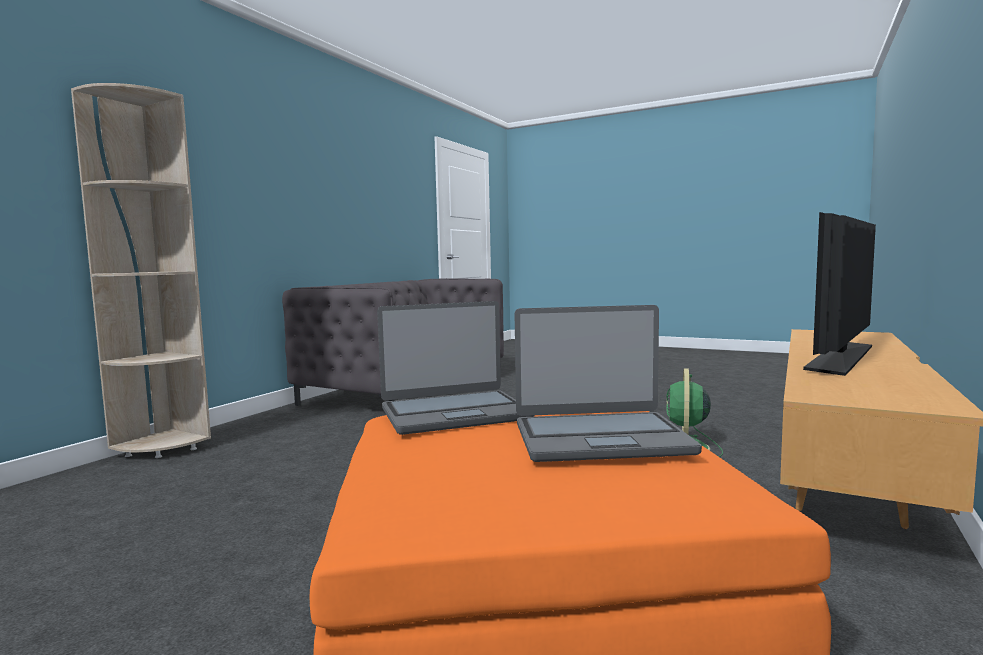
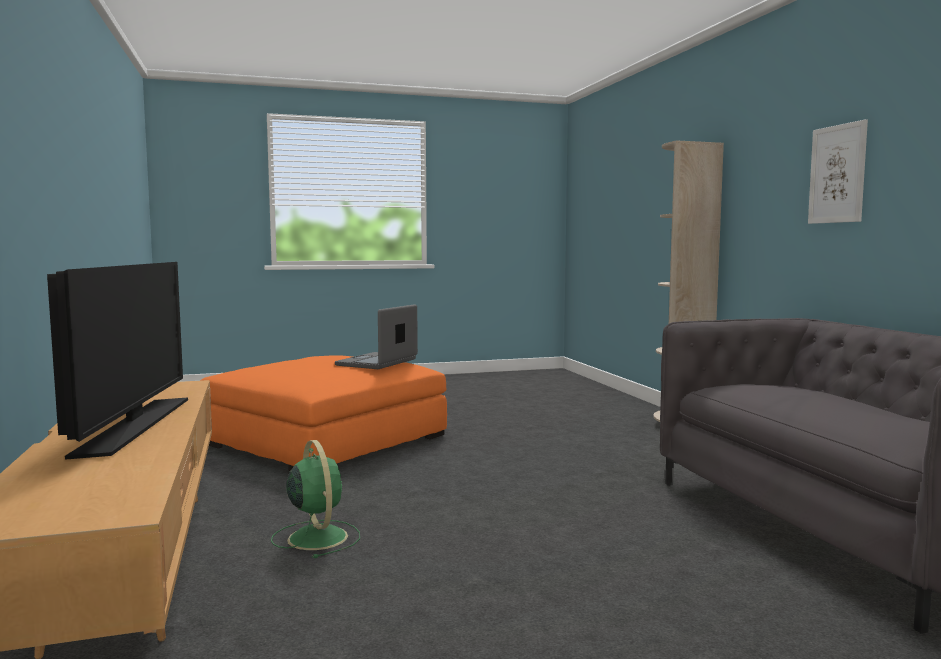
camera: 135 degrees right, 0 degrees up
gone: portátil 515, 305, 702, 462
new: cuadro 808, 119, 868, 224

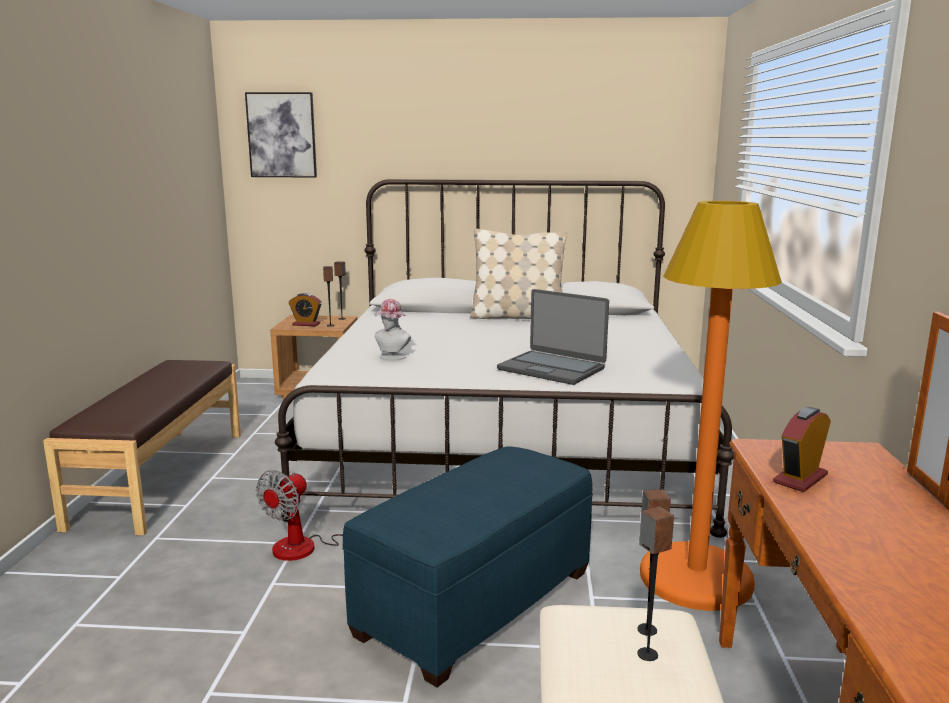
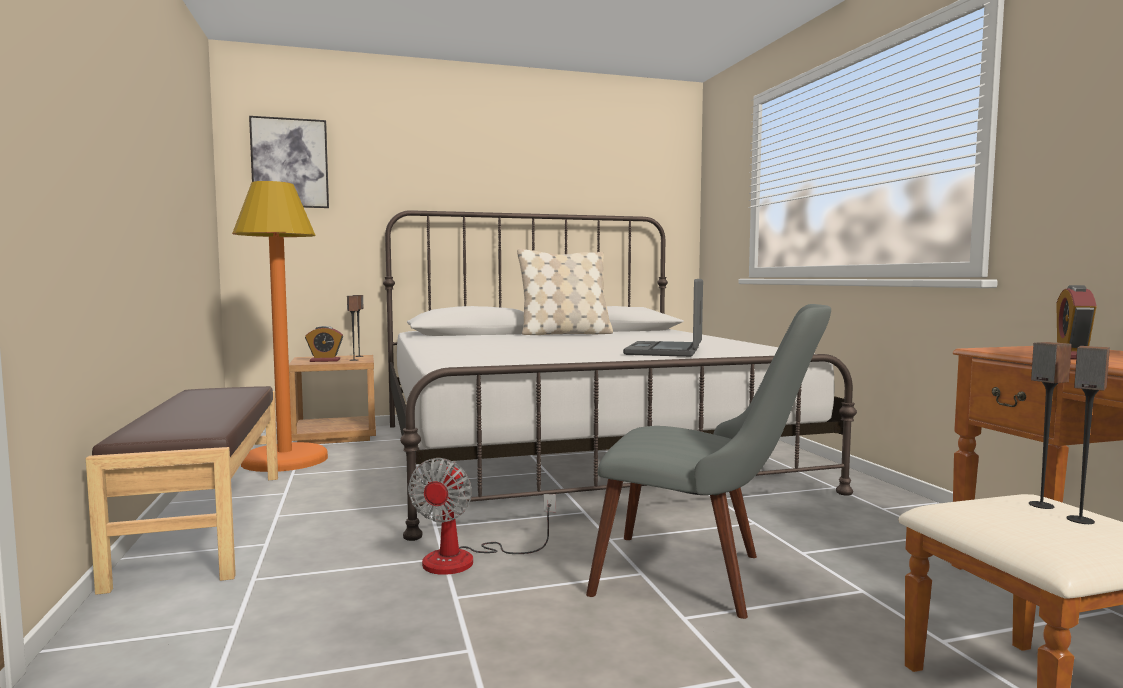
camera: 20 degrees left, 10 degrees down
gone: sombrero 375, 299, 411, 360
shifted: lámpara de pie [naranja] 640, 201, 782, 611 to 232, 181, 328, 472
swapped: puf [azul] 342, 446, 593, 687 to silla [gris] 586, 304, 831, 619
rotated: portátil 497, 289, 609, 385 = 623, 279, 703, 357 90 degrees clockwise

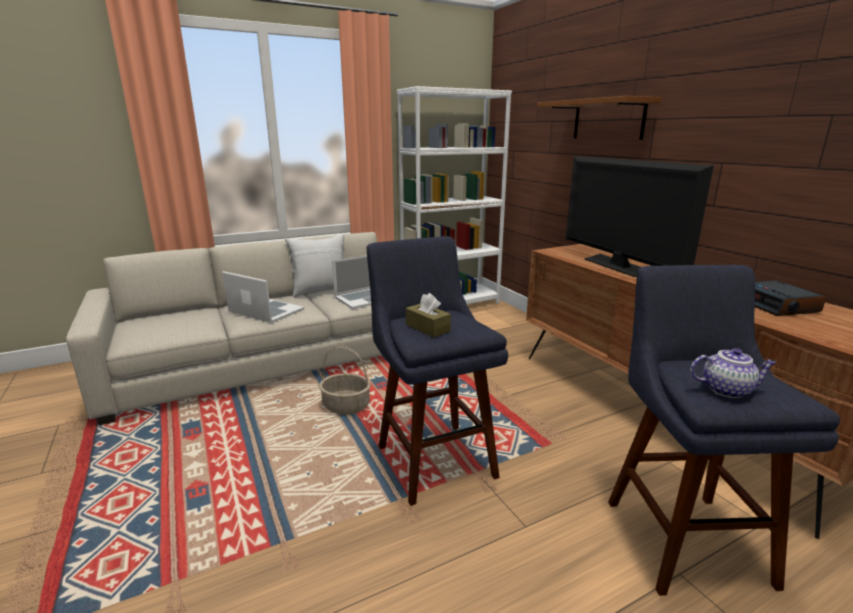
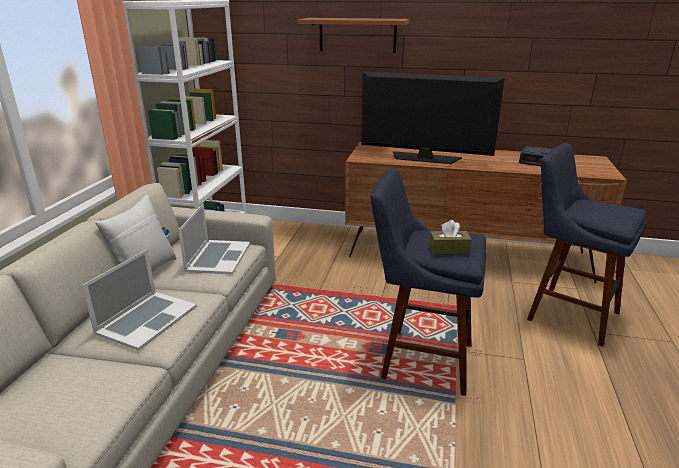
camera: 50 degrees left, 5 degrees up
gone: cesta 319, 345, 371, 415; tetera 690, 348, 777, 398
rotated: portátil 222, 271, 304, 323 = 82, 249, 197, 351 135 degrees clockwise

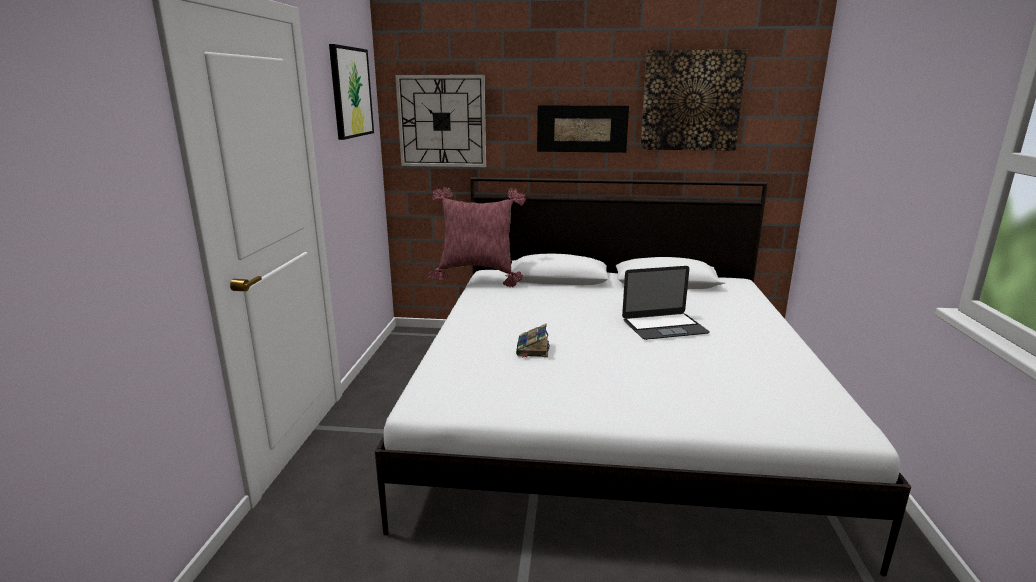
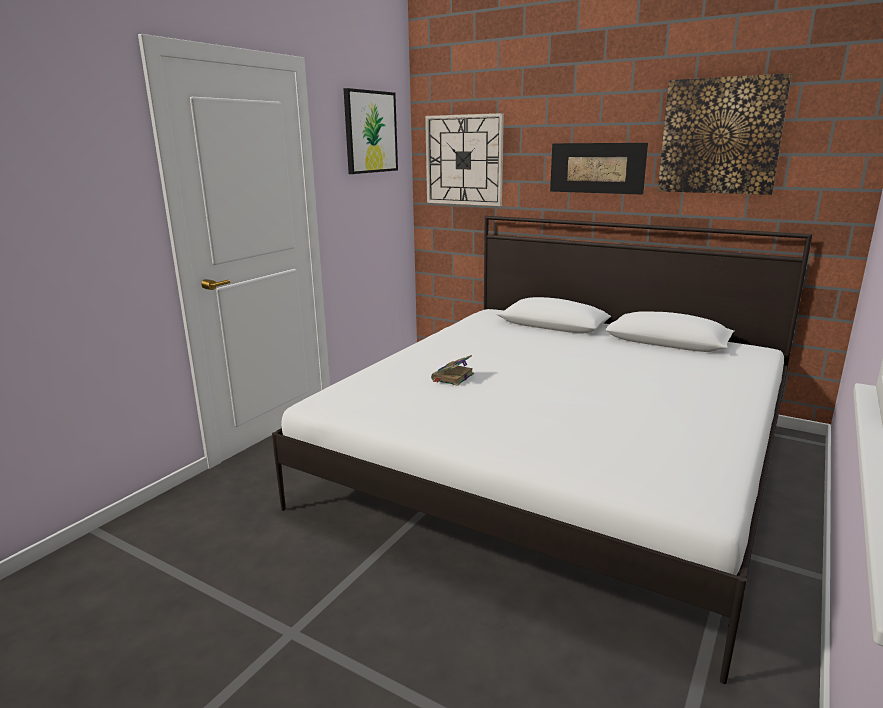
camera: 25 degrees right, 0 degrees up
gone: cojín [rojo] 427, 187, 526, 288; portátil 622, 266, 709, 340

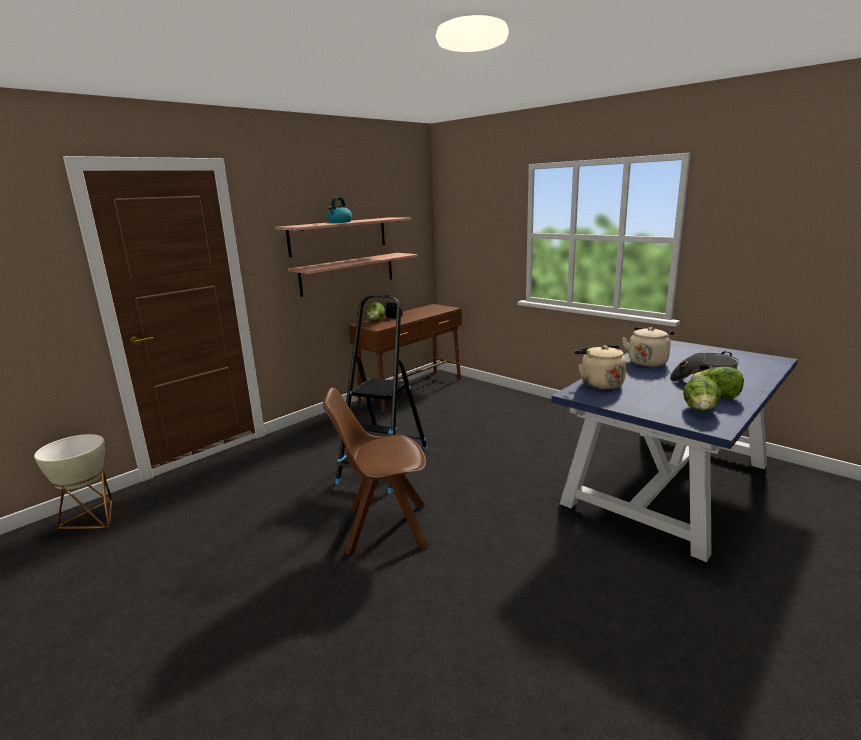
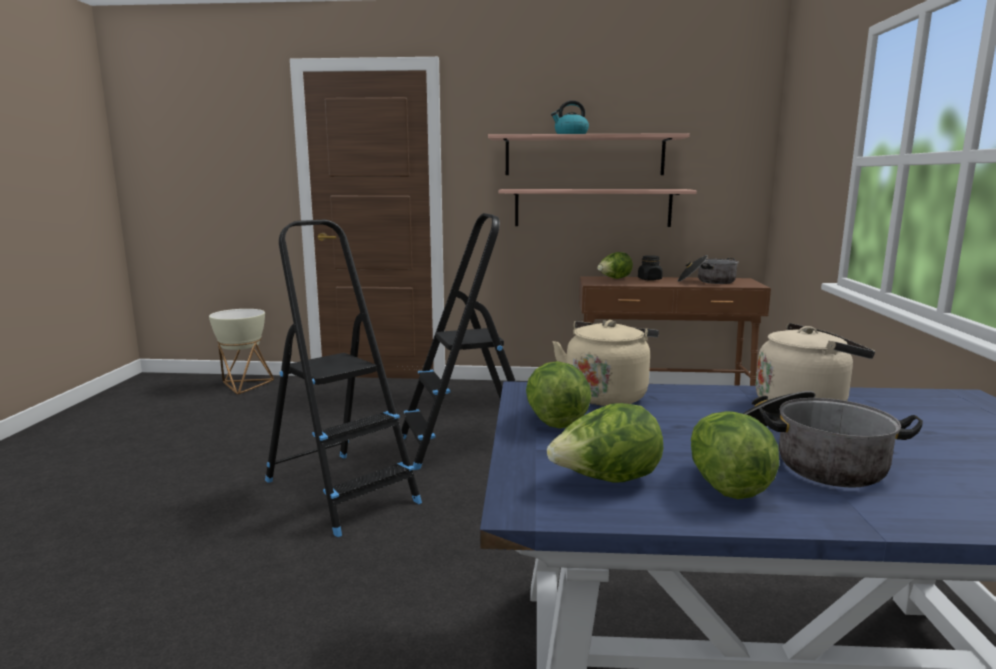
camera: 50 degrees right, 5 degrees down
new: olla 678, 255, 739, 284; lechuga 526, 361, 591, 429
swapped: silla [marrón] 323, 388, 429, 555 to escalera de tijera [negro] 265, 220, 422, 537

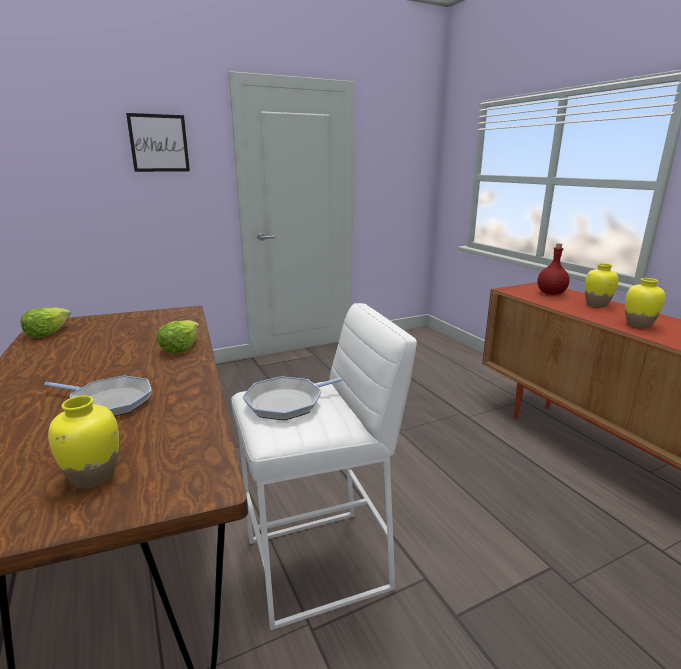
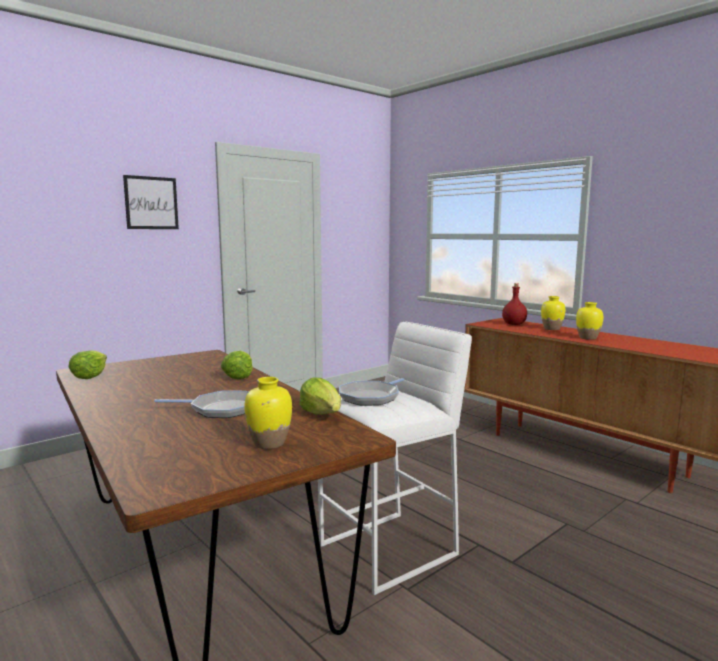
camera: 15 degrees left, 10 degrees down
new: lechuga 299, 377, 341, 415

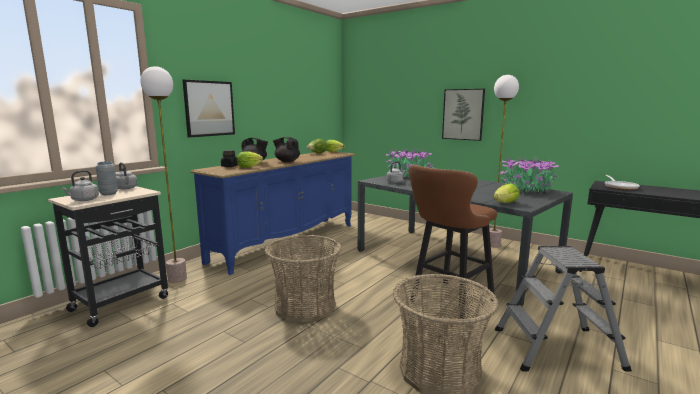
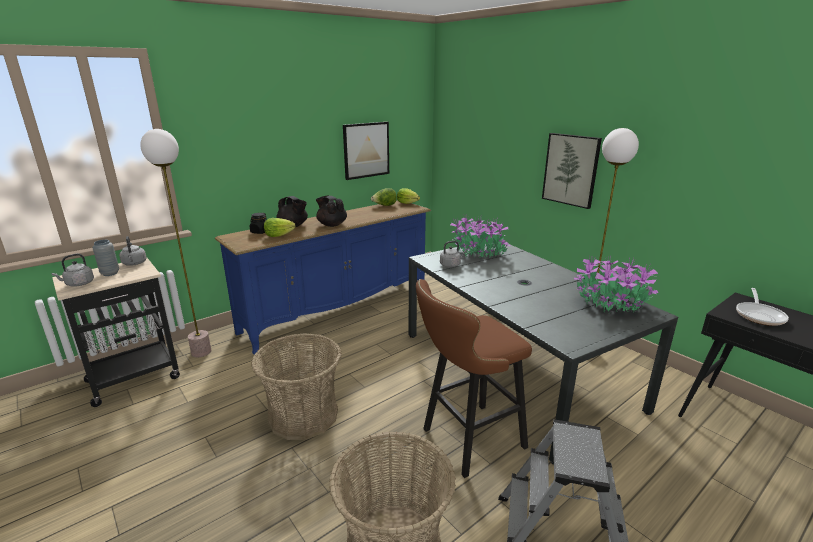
camera: 15 degrees right, 10 degrees up
gone: lechuga 494, 183, 520, 203
shifted: cuadro 183, 80, 235, 138 to 343, 122, 389, 180

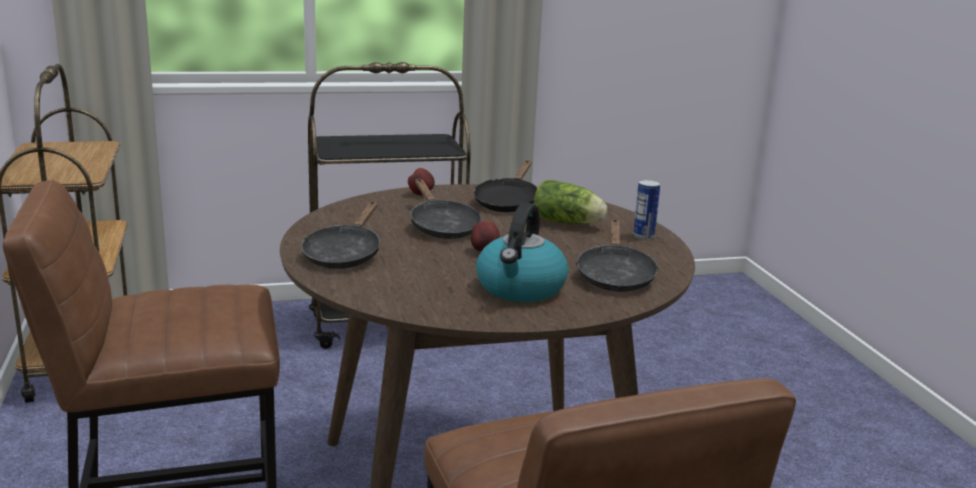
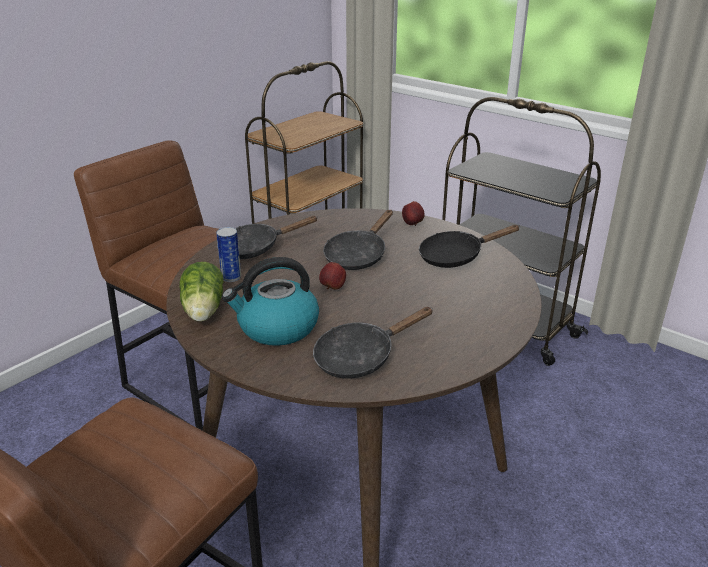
camera: 55 degrees right, 10 degrees up
shifted: lechuga 534, 180, 607, 224 to 179, 262, 223, 322; lata 633, 180, 660, 240 to 216, 227, 241, 282

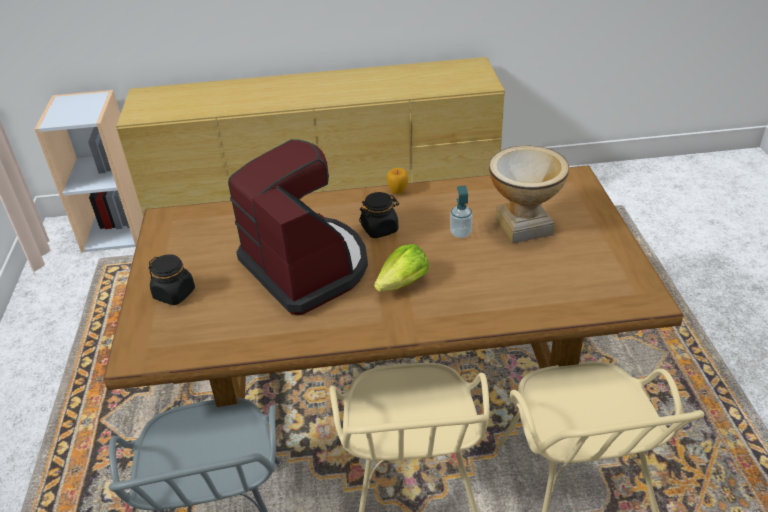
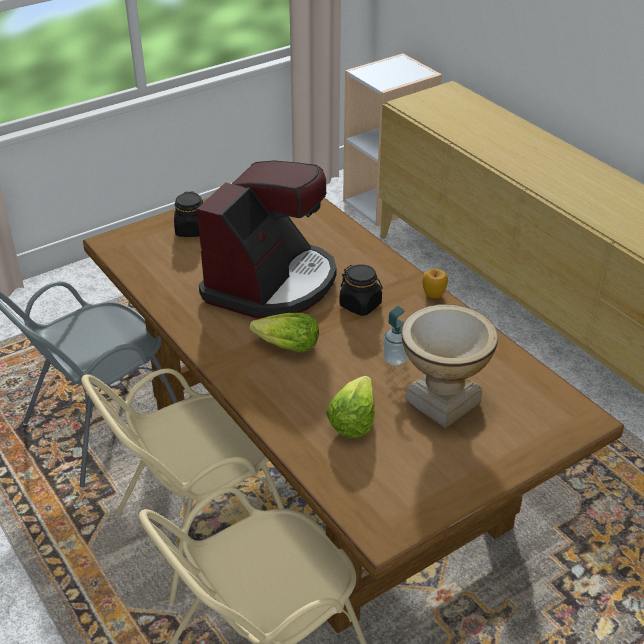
camera: 60 degrees right, 0 degrees up
new: lechuga 326, 376, 375, 438

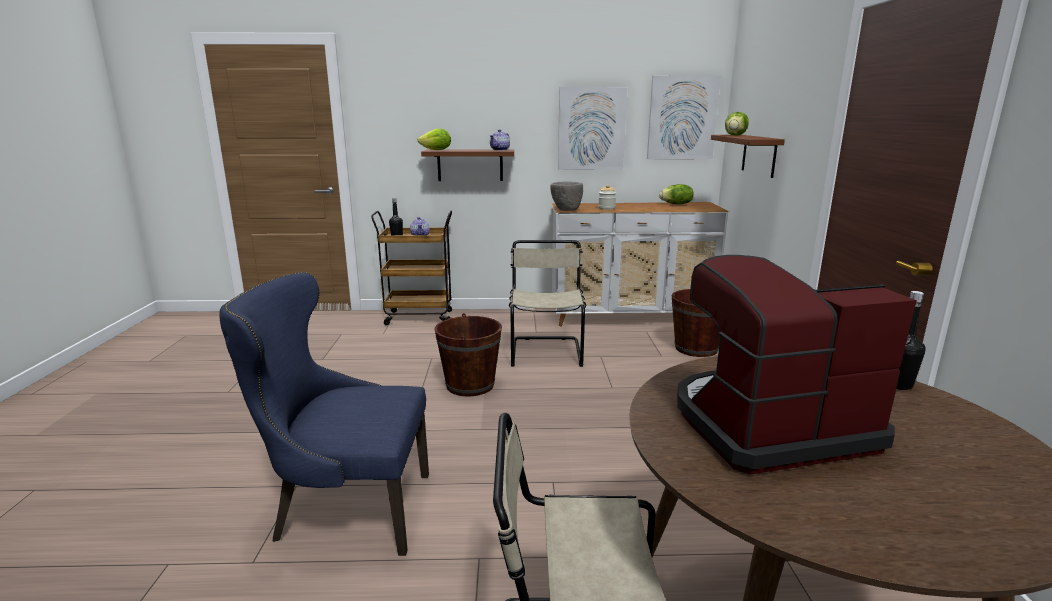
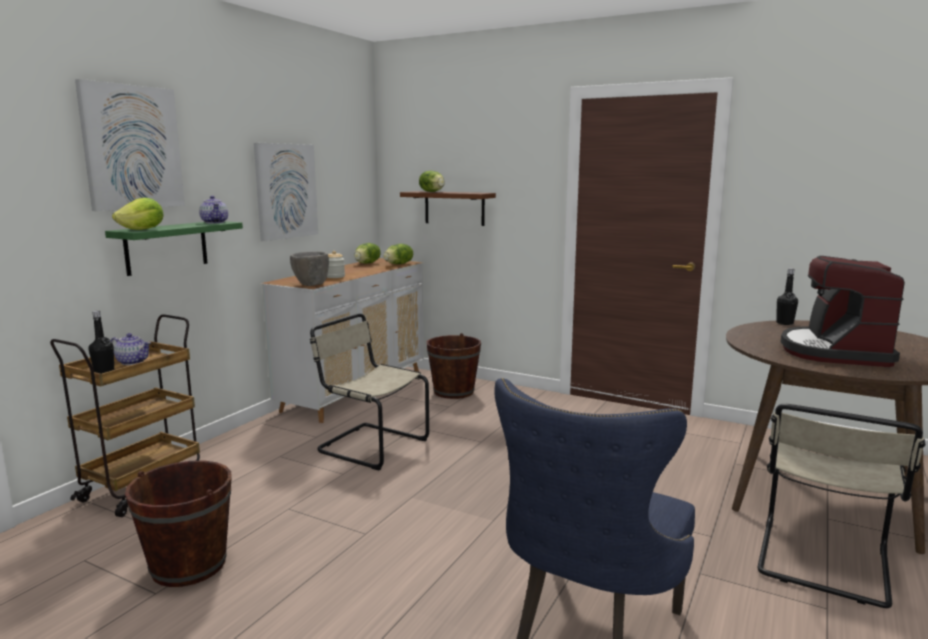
camera: 60 degrees left, 5 degrees down
new: lechuga 383, 244, 413, 264
shifted: cuadro 647, 76, 721, 159 to 75, 79, 185, 211; cubo [marrón] 434, 313, 502, 397 to 125, 461, 232, 587
repainted: estante [marrón] 421, 149, 514, 181 to estante [verde] 105, 221, 243, 276

